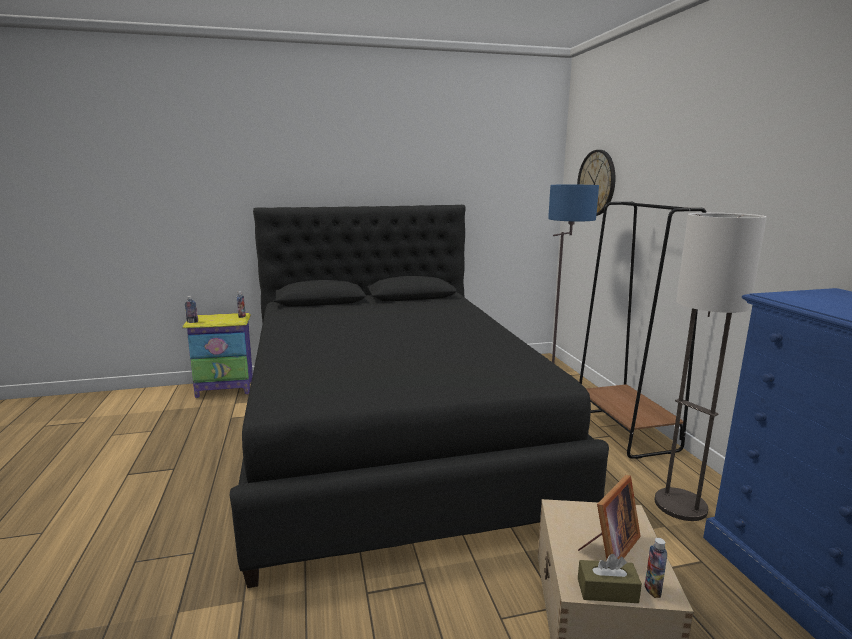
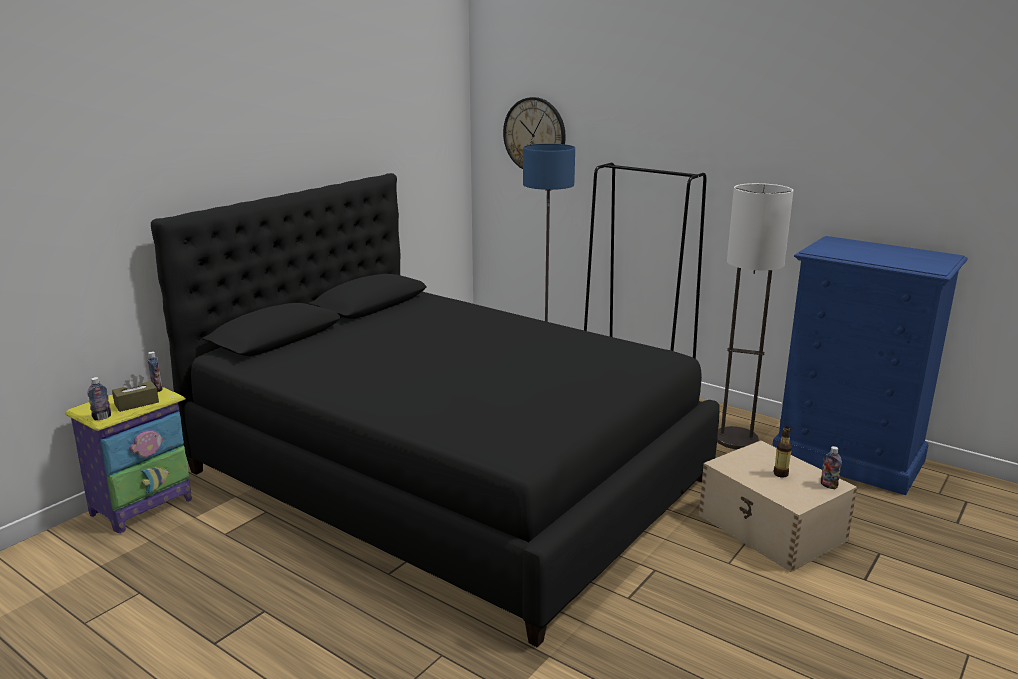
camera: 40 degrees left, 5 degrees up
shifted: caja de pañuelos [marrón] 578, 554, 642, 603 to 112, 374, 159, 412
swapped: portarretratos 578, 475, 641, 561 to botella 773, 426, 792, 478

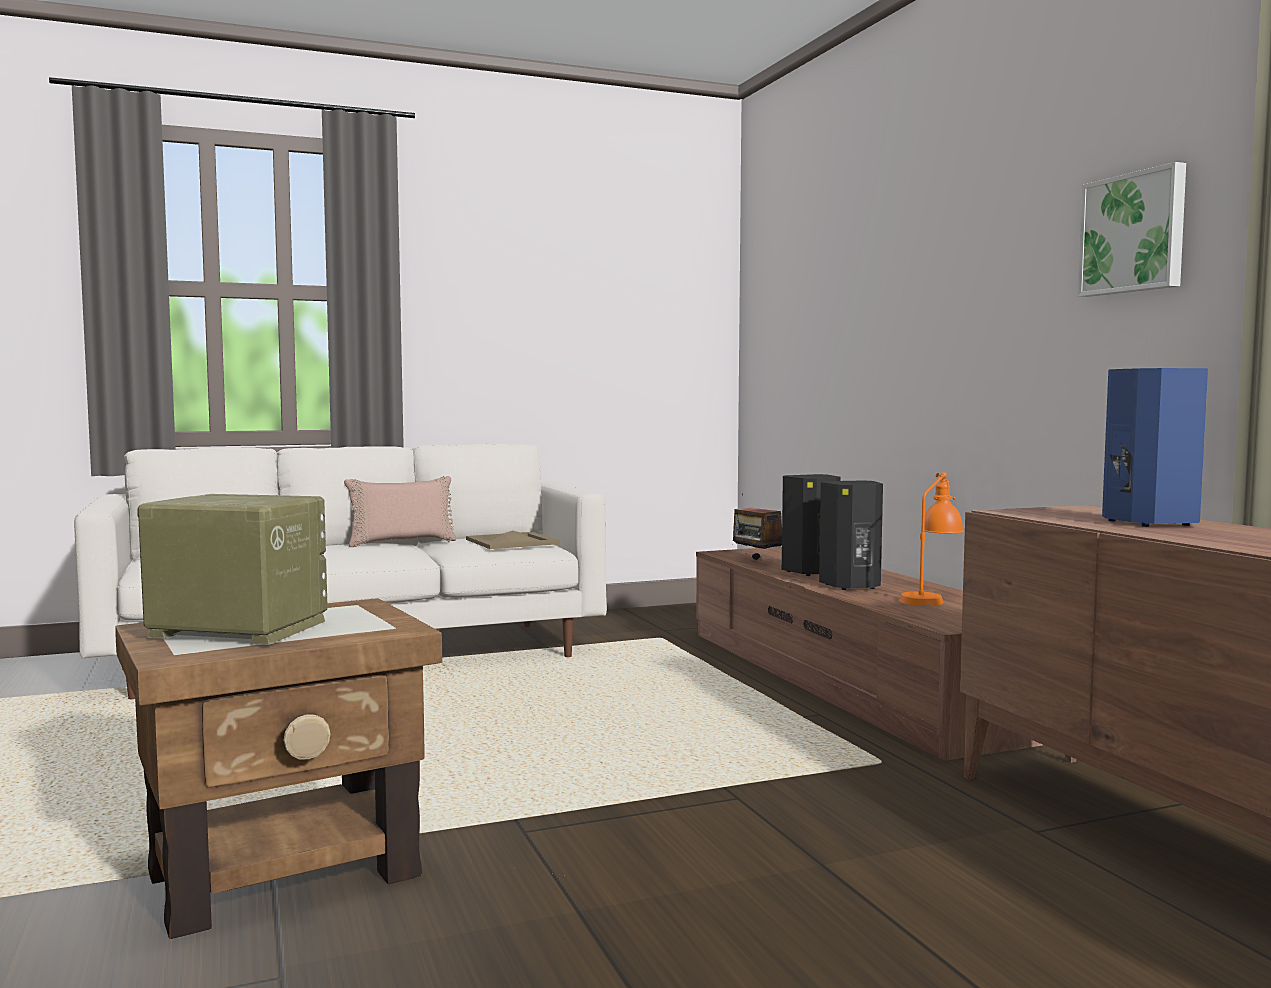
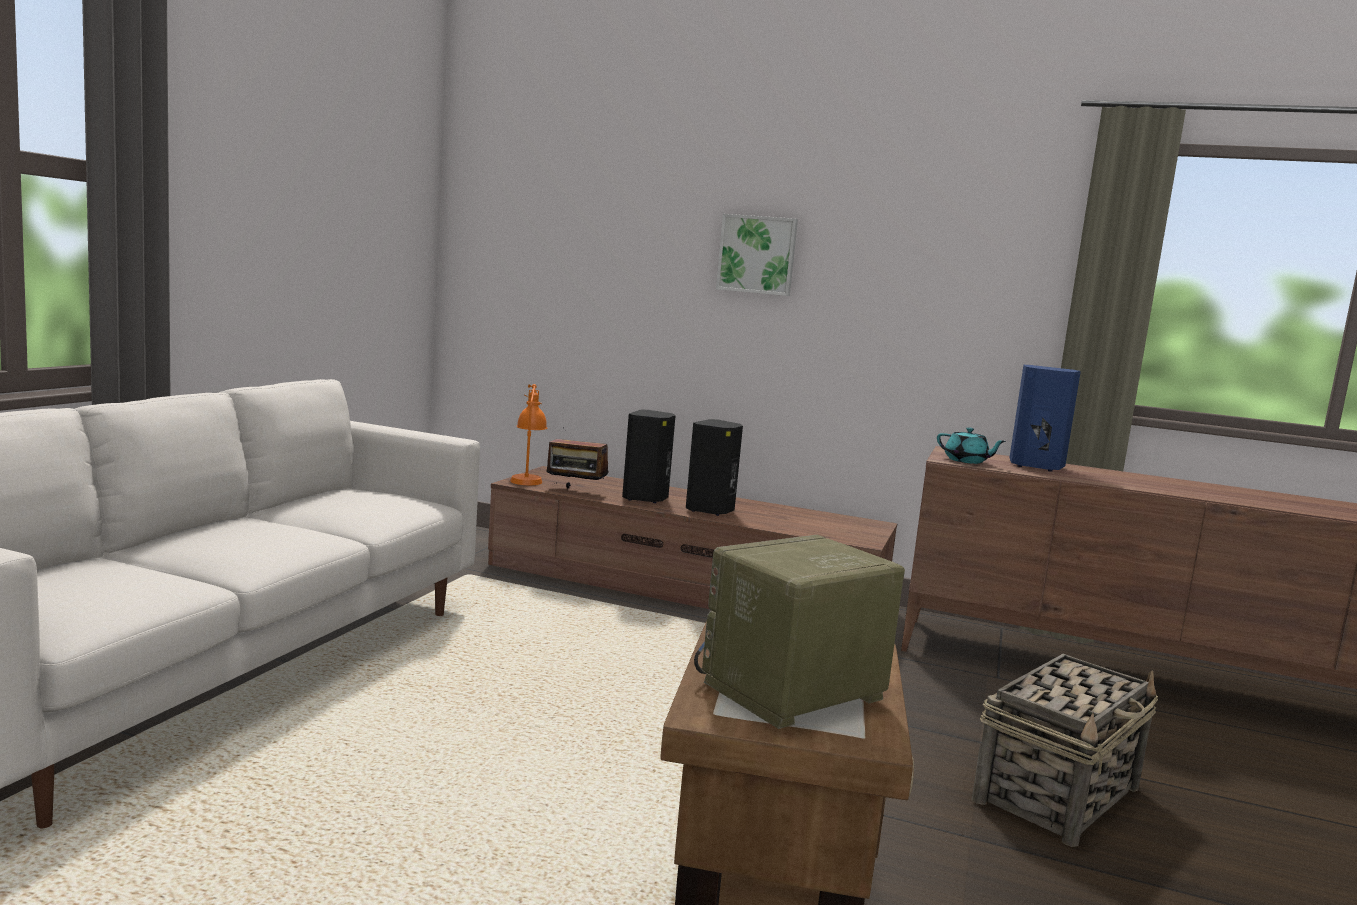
camera: 50 degrees left, 5 degrees up
gone: cojín [beis] 344, 476, 456, 547; bandeja [beis] 466, 531, 560, 549
new: tetera [turquesa] 937, 427, 1006, 464; cesta 972, 654, 1158, 847
shifted: cuadro 1078, 162, 1186, 297 to 716, 214, 798, 296; lámpara de mesa [naranja] 899, 472, 964, 606 to 510, 384, 547, 485

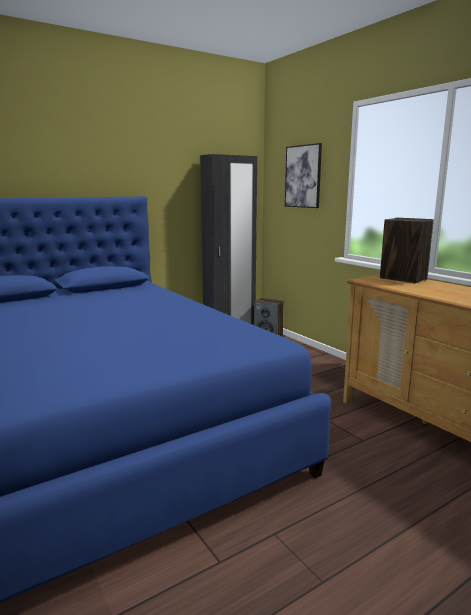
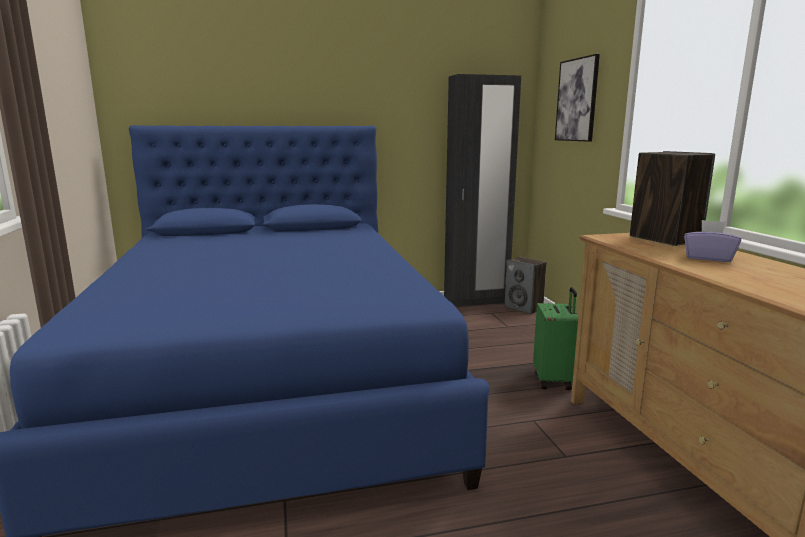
camera: 20 degrees right, 0 degrees up
new: caja de pañuelos [morado] 684, 220, 741, 262; maleta [verde] 533, 287, 578, 390

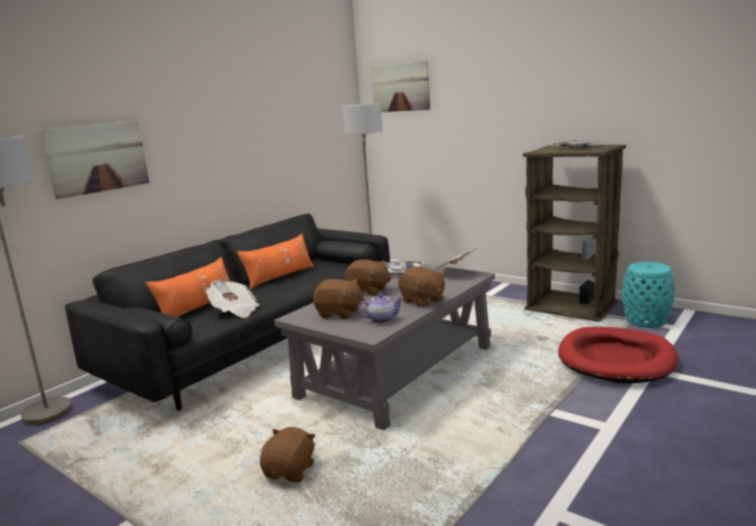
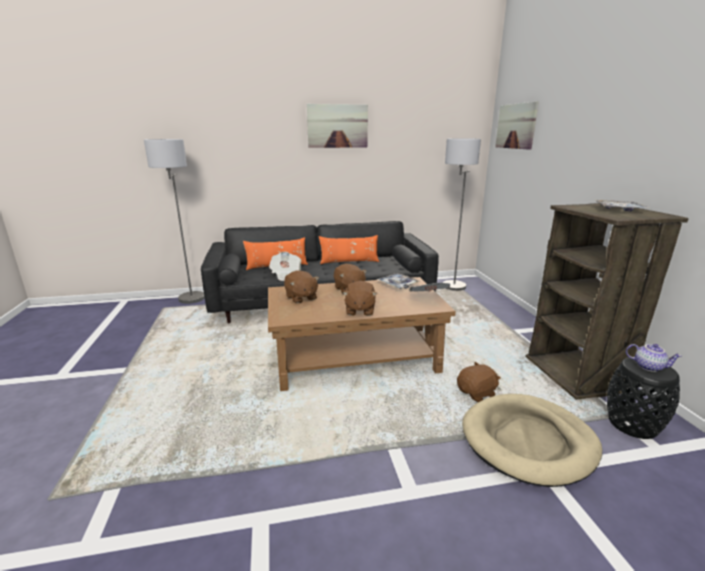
camera: 40 degrees right, 5 degrees up
shifted: cuadro 40, 121, 149, 199 to 307, 104, 368, 148; tetera 358, 293, 403, 323 to 626, 344, 682, 372; peluche [marrón] 260, 427, 315, 482 to 457, 362, 501, 402
repainted: taburete [turquesa] 622, 262, 675, 328 to taburete [negro] 607, 357, 680, 439; mesa de centro [gris] 274, 264, 495, 430 to mesa de centro [marrón] 268, 277, 456, 391; cama para perro [rojo] 558, 327, 678, 384 to cama para perro [beis] 462, 394, 602, 487

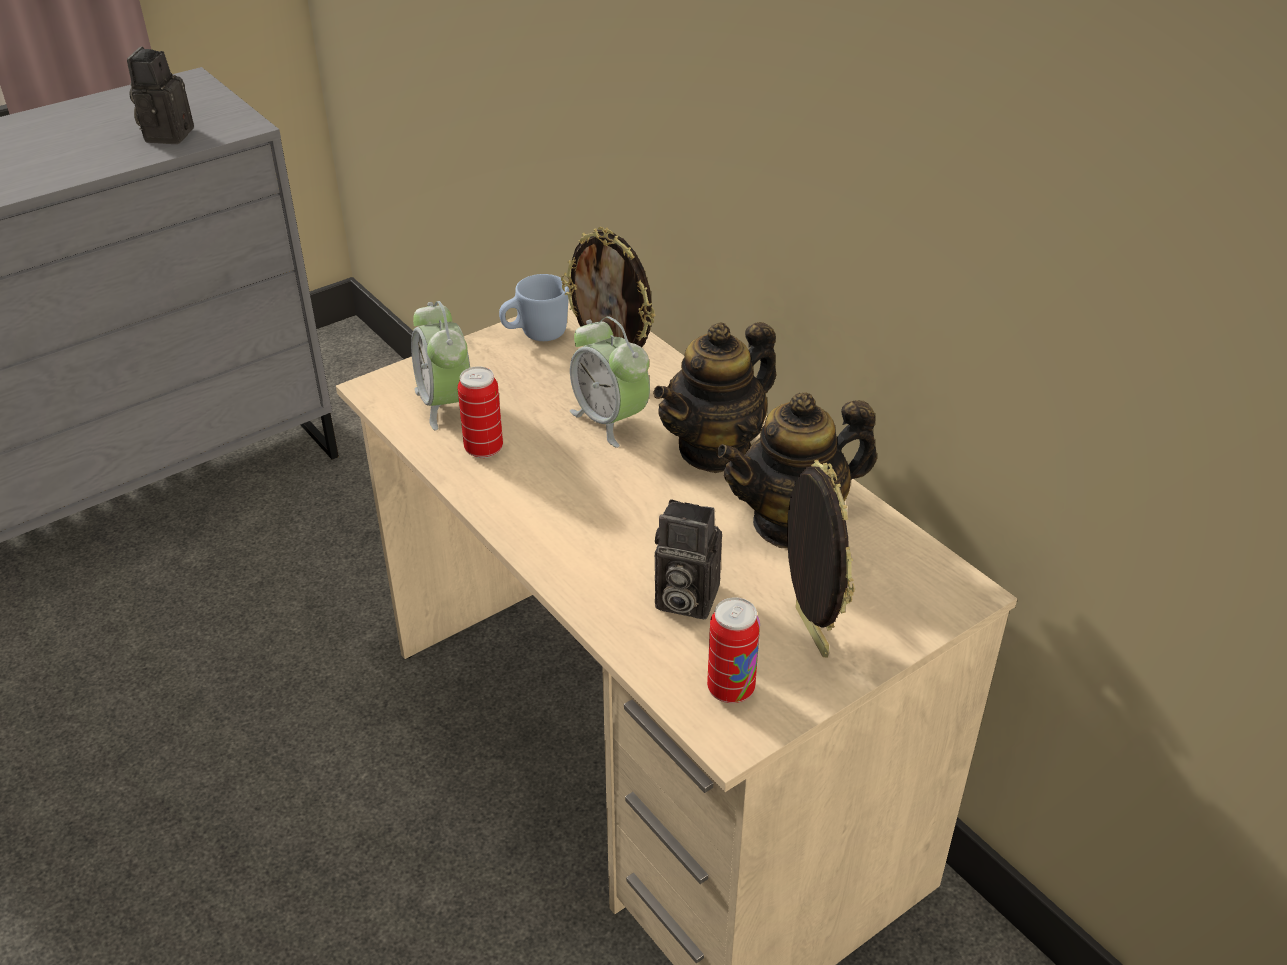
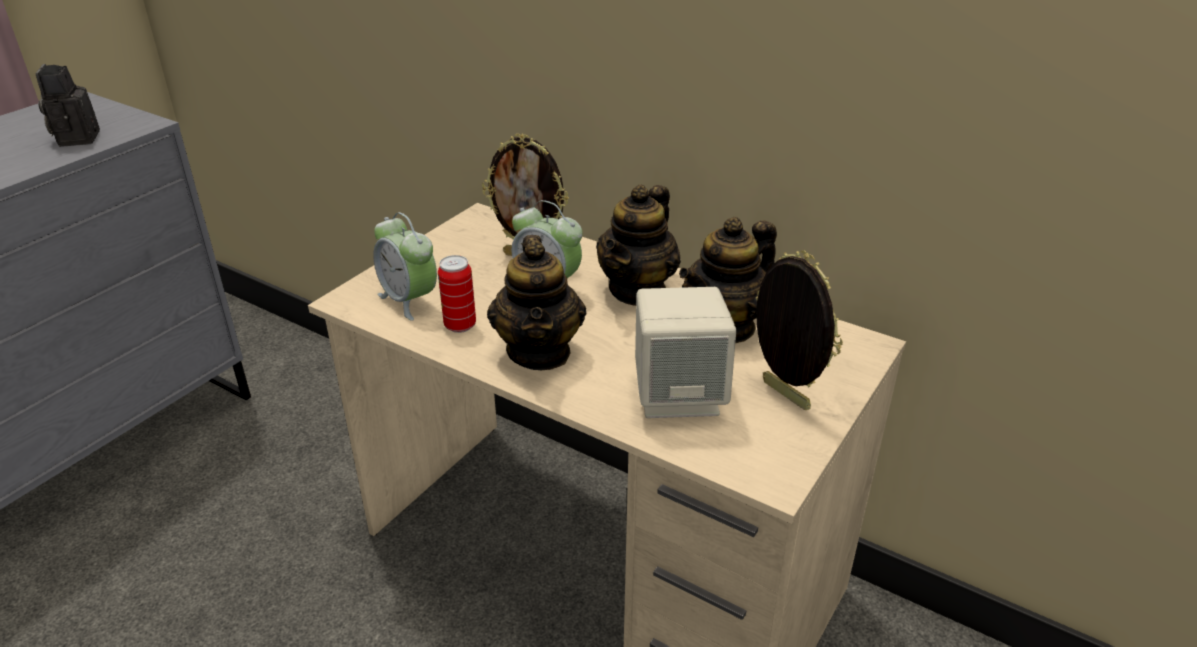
camera: 20 degrees left, 5 degrees down
gone: taza grande [azul] 499, 274, 569, 341; lata 707, 597, 760, 703
new: tetera 487, 235, 586, 370
swapped: cámara 655, 499, 722, 620 to altavoz [beis] 635, 287, 736, 418

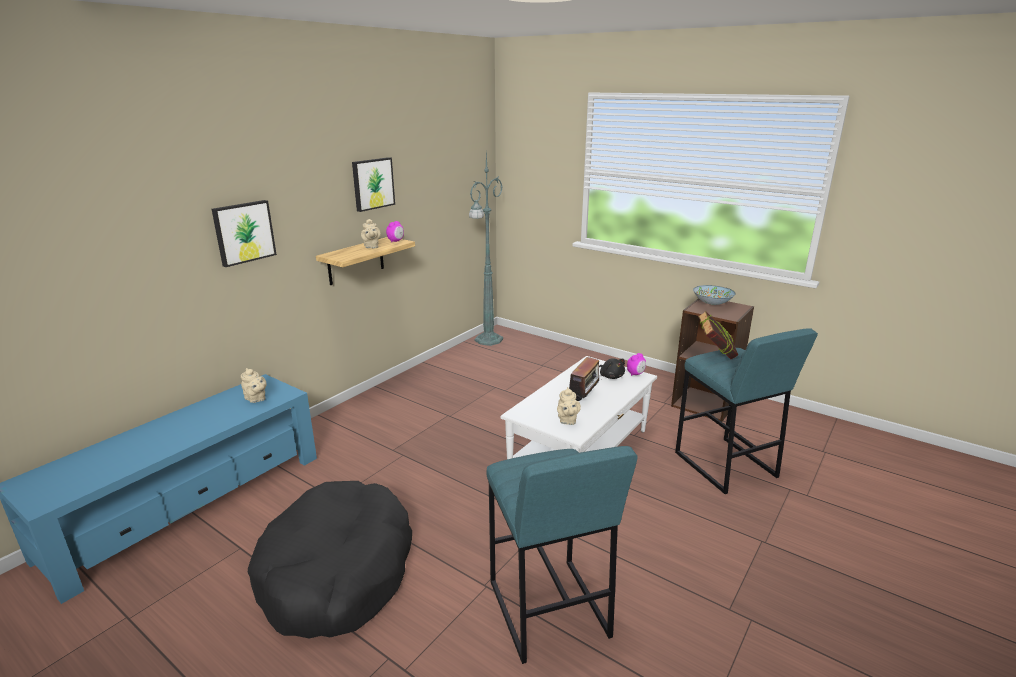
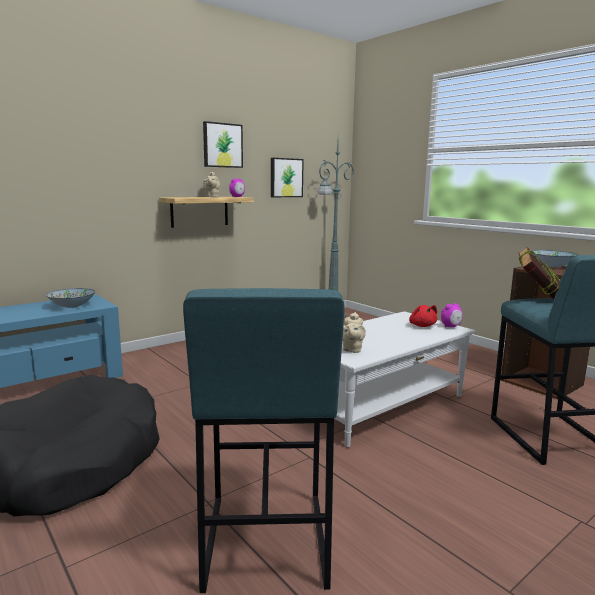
camera: 15 degrees right, 10 degrees down
gone: radio 566, 357, 602, 401
shifted: cuadro 212, 200, 277, 267 to 271, 158, 304, 197
swapped: tetera [beis] 241, 368, 267, 403 to cuenco 46, 288, 95, 308
repainted: peluche [negro] 599, 358, 625, 379 to peluche [rojo] 409, 305, 437, 327

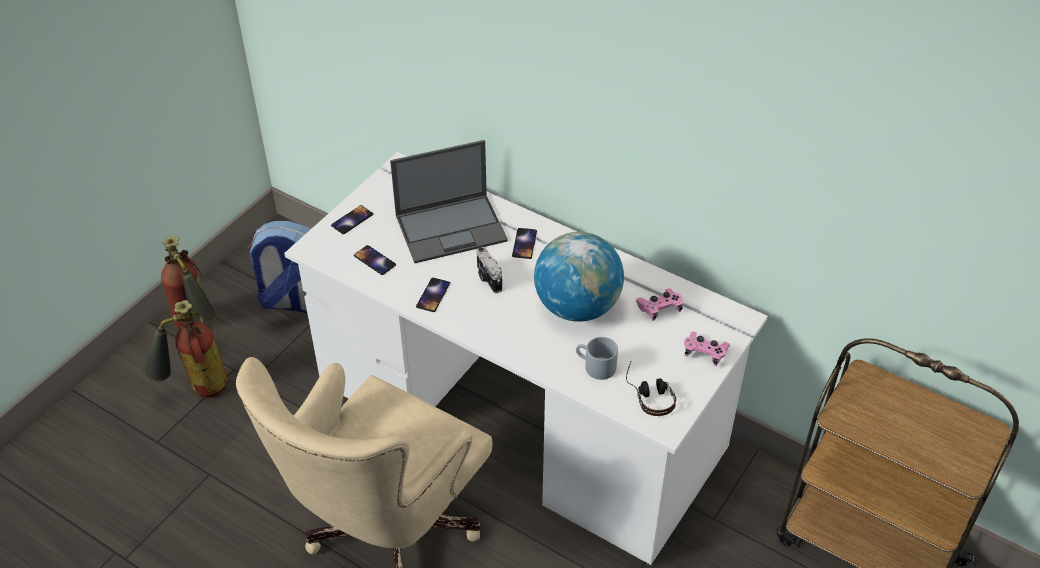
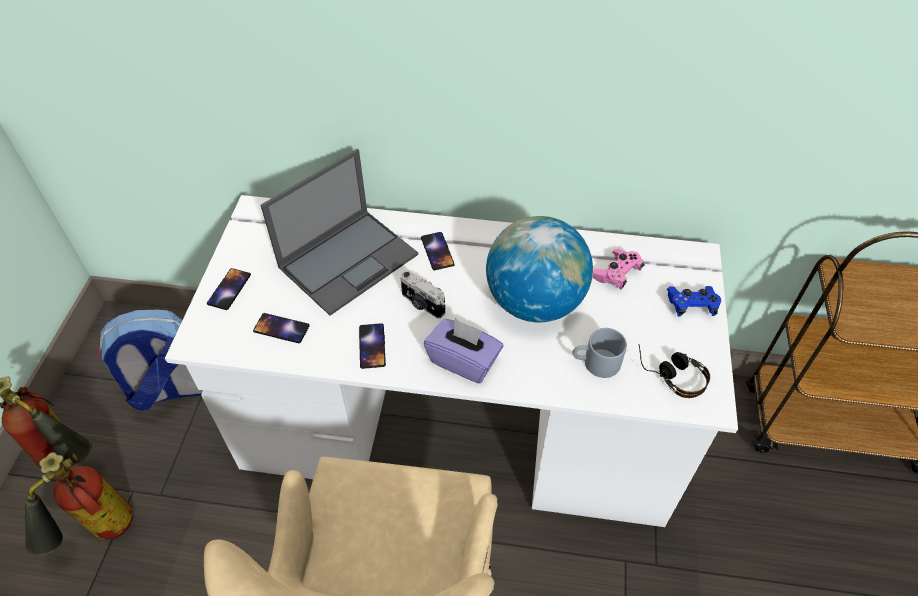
camera: 25 degrees left, 5 degrees up
new: caja de pañuelos [morado] 424, 318, 503, 384
repainted: mando de consola [rosa] 684, 331, 730, 366 to mando de consola [azul] 667, 286, 721, 316

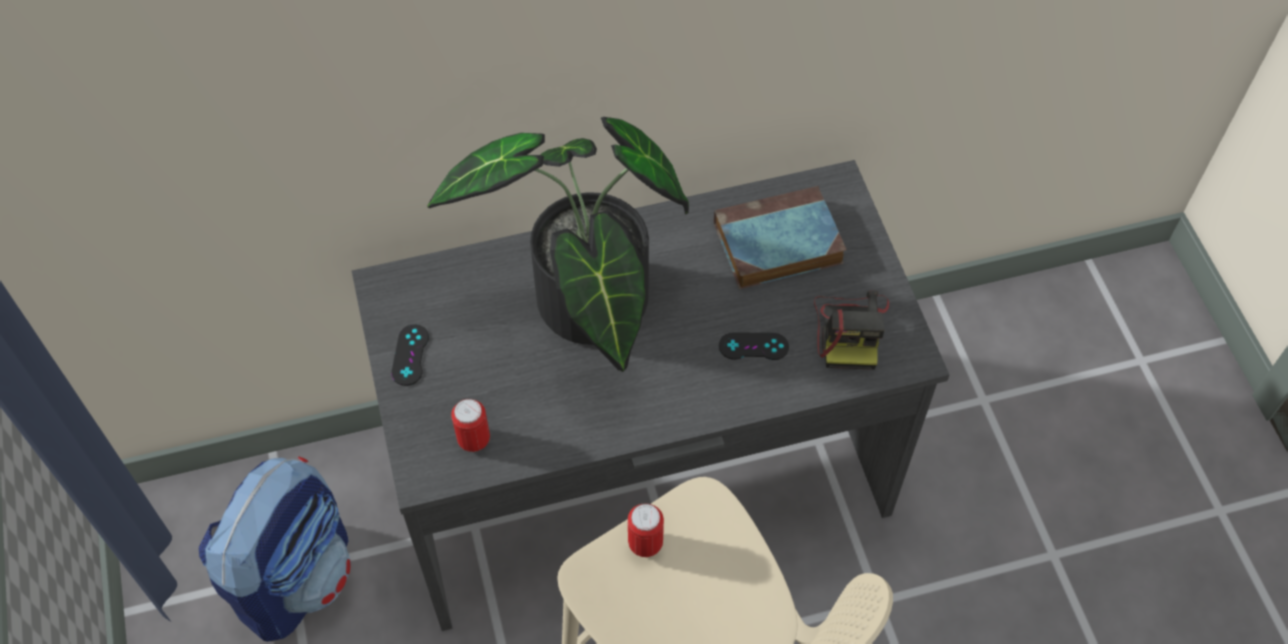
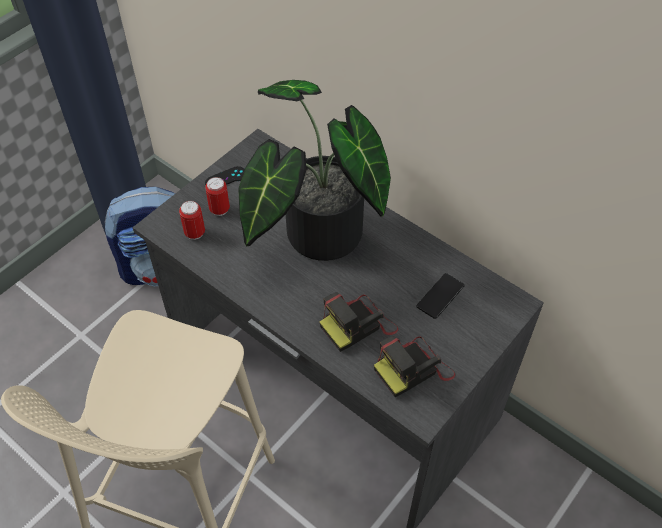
camera: 55 degrees right, 5 degrees down
shifted: lata 628, 504, 664, 557 to 205, 177, 230, 216
swapped: libro 714, 186, 847, 289 to móvil 416, 273, 464, 319; mando de consola [negro] 719, 332, 789, 360 to cámara 320, 292, 399, 352

